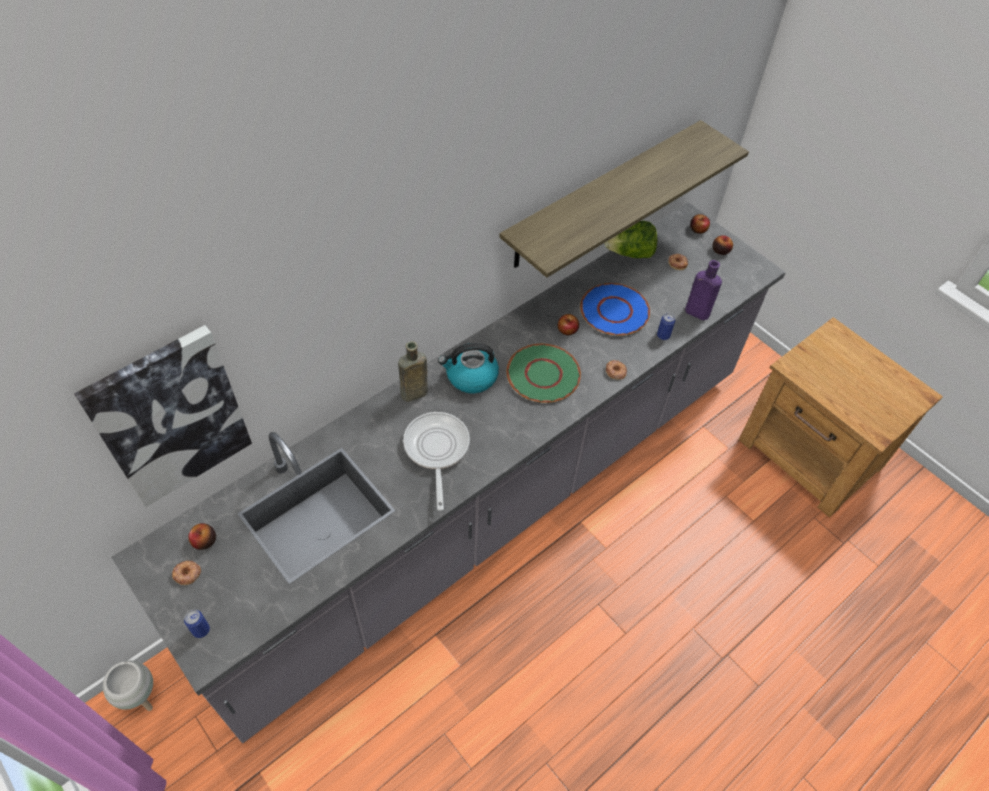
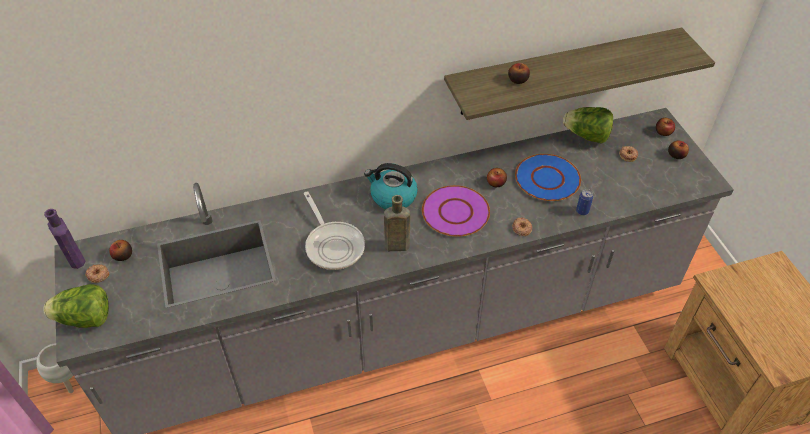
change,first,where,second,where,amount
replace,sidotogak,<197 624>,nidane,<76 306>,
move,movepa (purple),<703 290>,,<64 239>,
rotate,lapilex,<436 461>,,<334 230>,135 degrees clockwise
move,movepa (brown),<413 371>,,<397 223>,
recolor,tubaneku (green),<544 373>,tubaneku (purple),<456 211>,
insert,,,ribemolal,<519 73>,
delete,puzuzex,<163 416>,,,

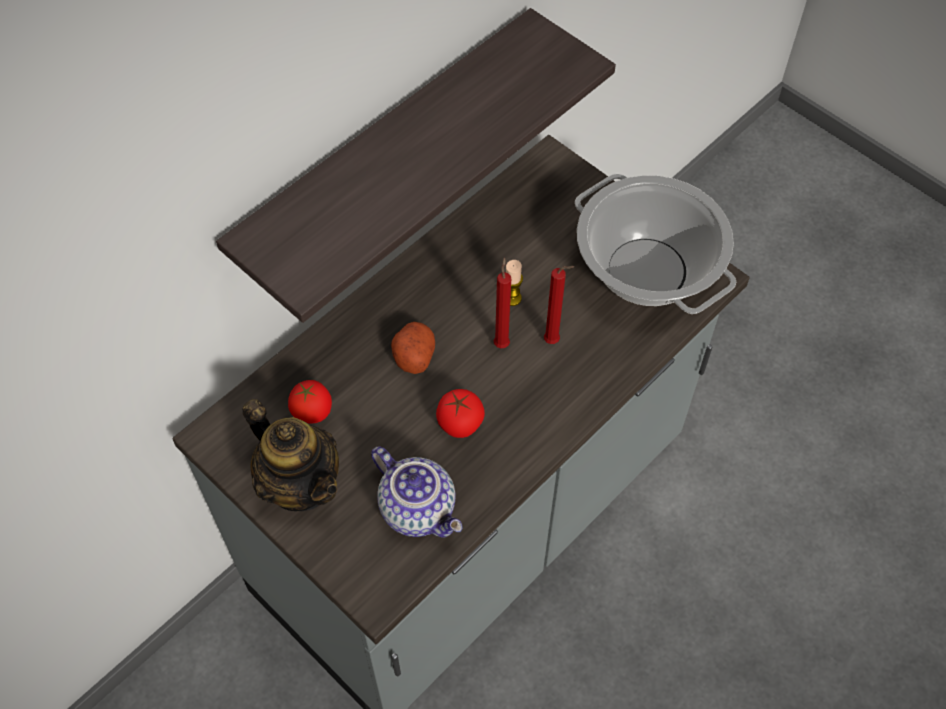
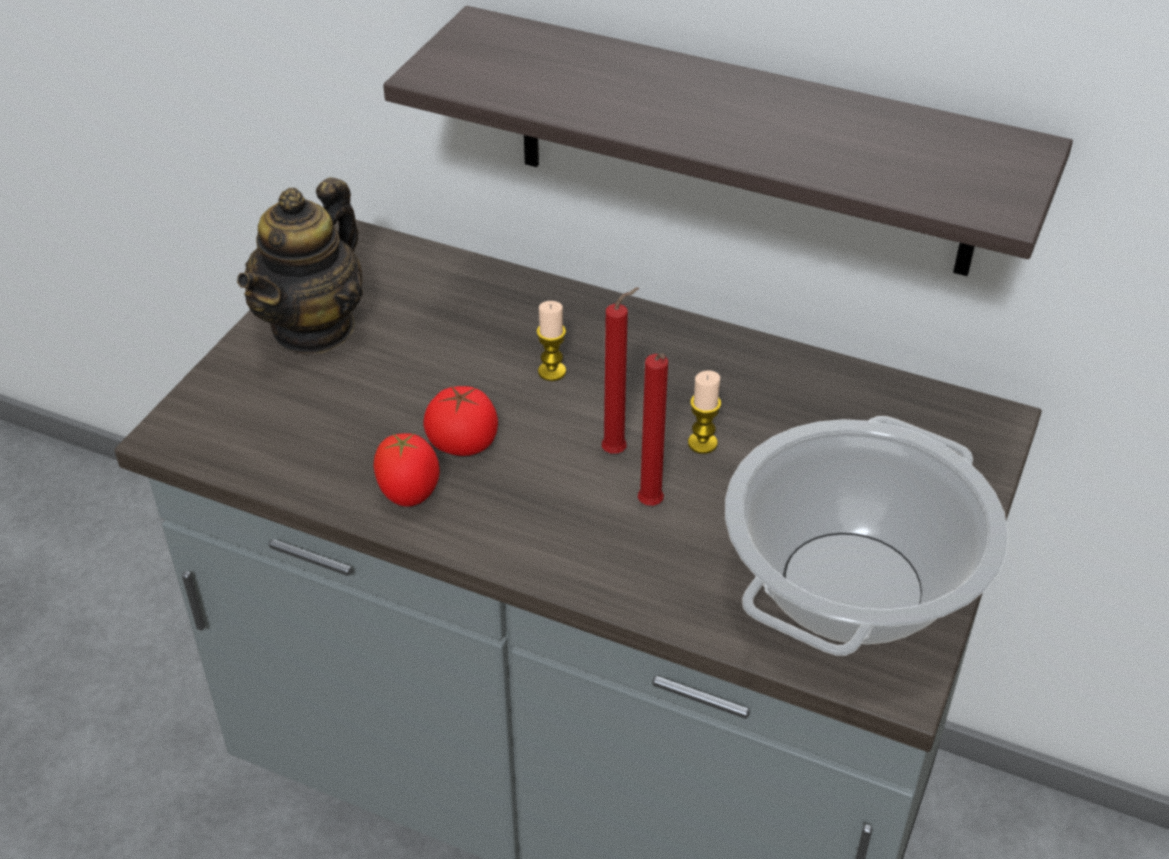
change,first,where,second,where,amount
move,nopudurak,<310 401>,,<406 470>,
replace,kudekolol,<413 348>,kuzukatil,<551 341>,
delete,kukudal,<416 491>,,,

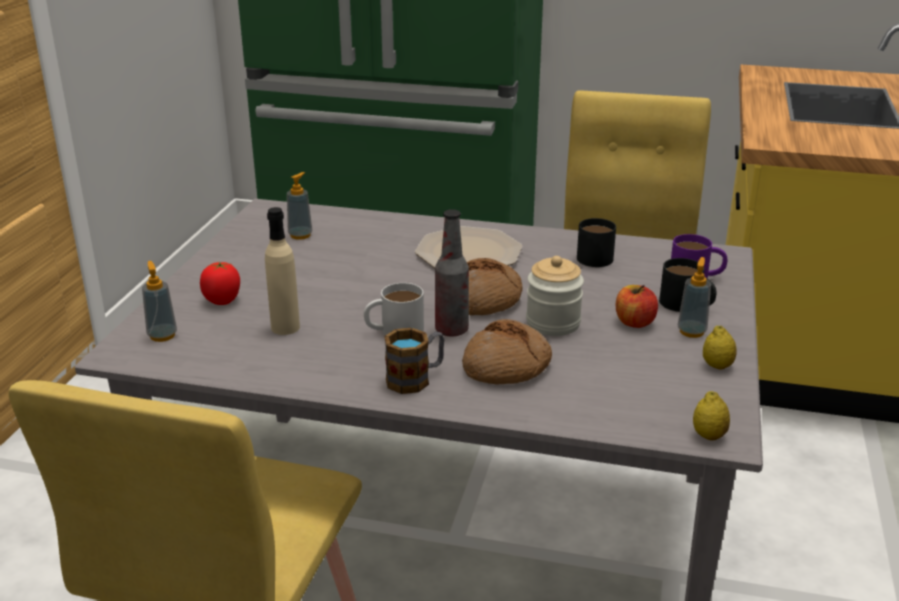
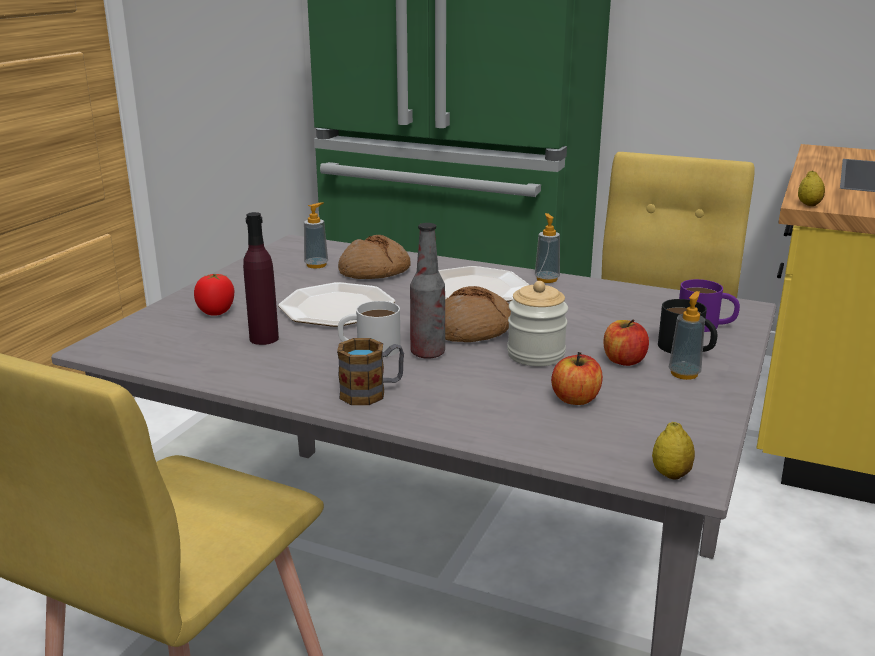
change,first,where,second,where,amount
recolor,movepa (beige),<282 271>,movepa (purple),<261 278>,
insert,,,tubaneku,<336 304>,
move,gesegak,<507 351>,,<374 257>,
move,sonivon,<159 301>,,<547 248>,
insert,,,ribemolal,<577 378>,
move,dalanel,<720 347>,,<811 188>,
delete,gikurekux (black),<596 242>,,,

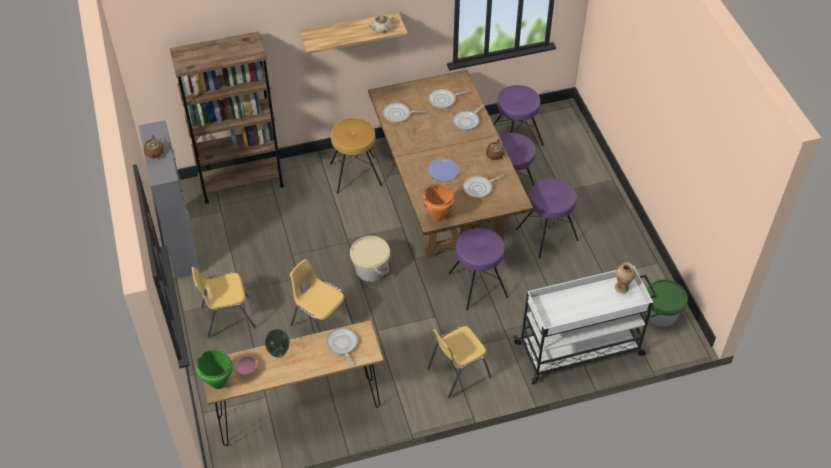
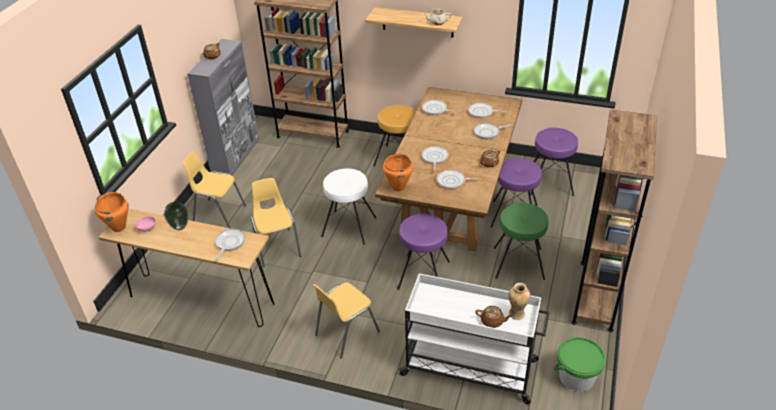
change,first,where,second,where,amount
recolor,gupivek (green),<214 369>,gupivek (orange),<111 212>,
rotate,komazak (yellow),<459 362>,,<346 320>,45 degrees counterclockwise
replace,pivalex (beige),<370 259>,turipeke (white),<348 207>,
replace,tubaneku,<443 169>,lapilex,<435 158>,
insert,,,kukudal (brown),<494 317>,
recolor,turipeke (purple),<547 218>,turipeke (green),<521 241>,
insert,,,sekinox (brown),<614 220>,

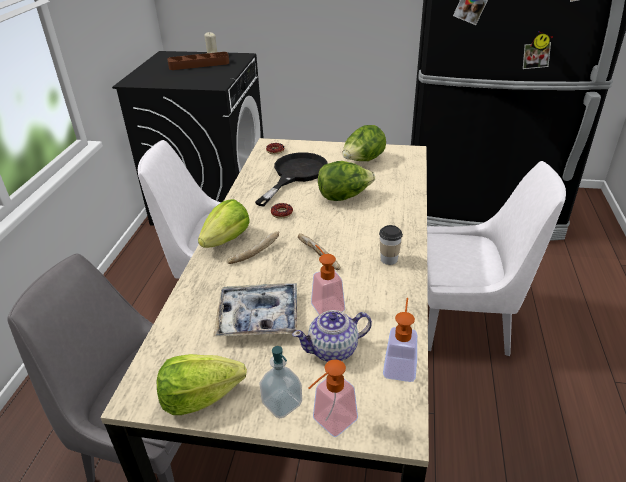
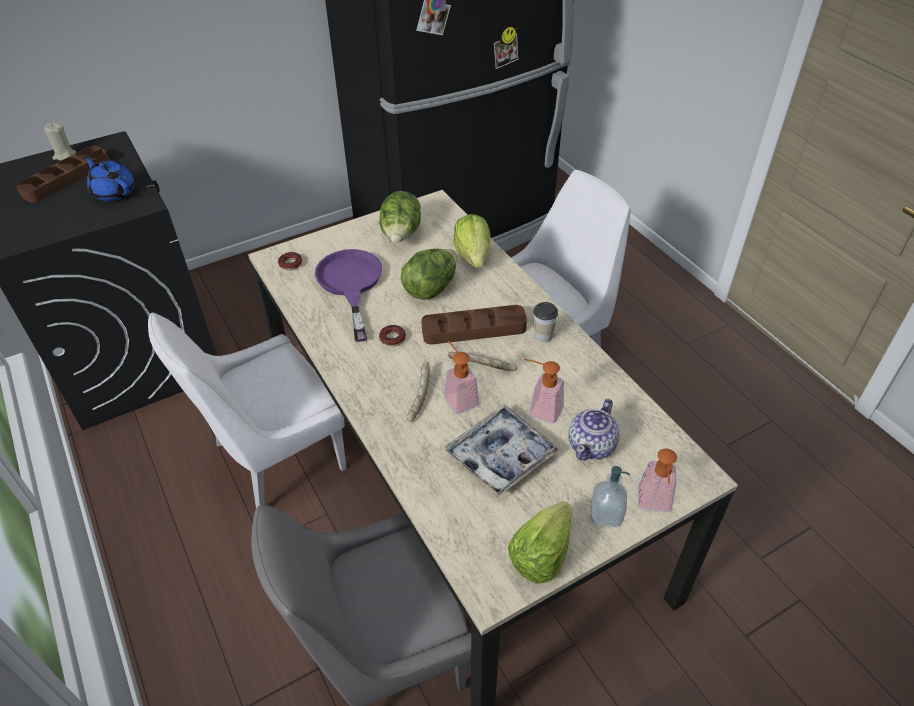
change,first,where,second,where,amount
insert,,,kukudal (blue),<110 179>,
recolor,lapilex (black),<291 179>,lapilex (purple),<348 295>,
insert,,,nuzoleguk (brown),<474 325>,
move,sonivon,<400 340>,,<461 377>,
move,nidane,<224 223>,,<472 241>,

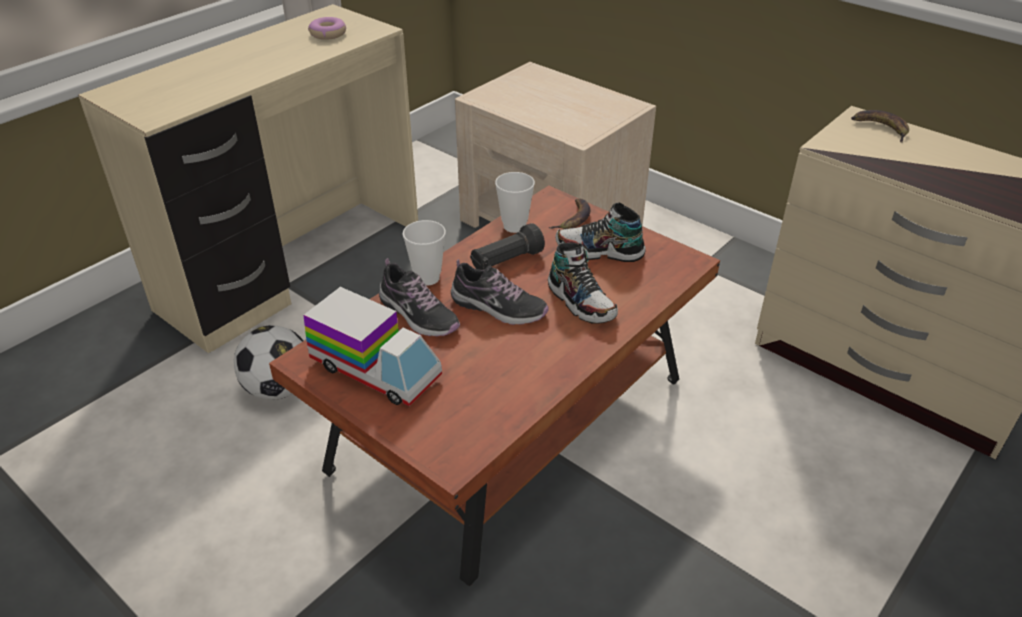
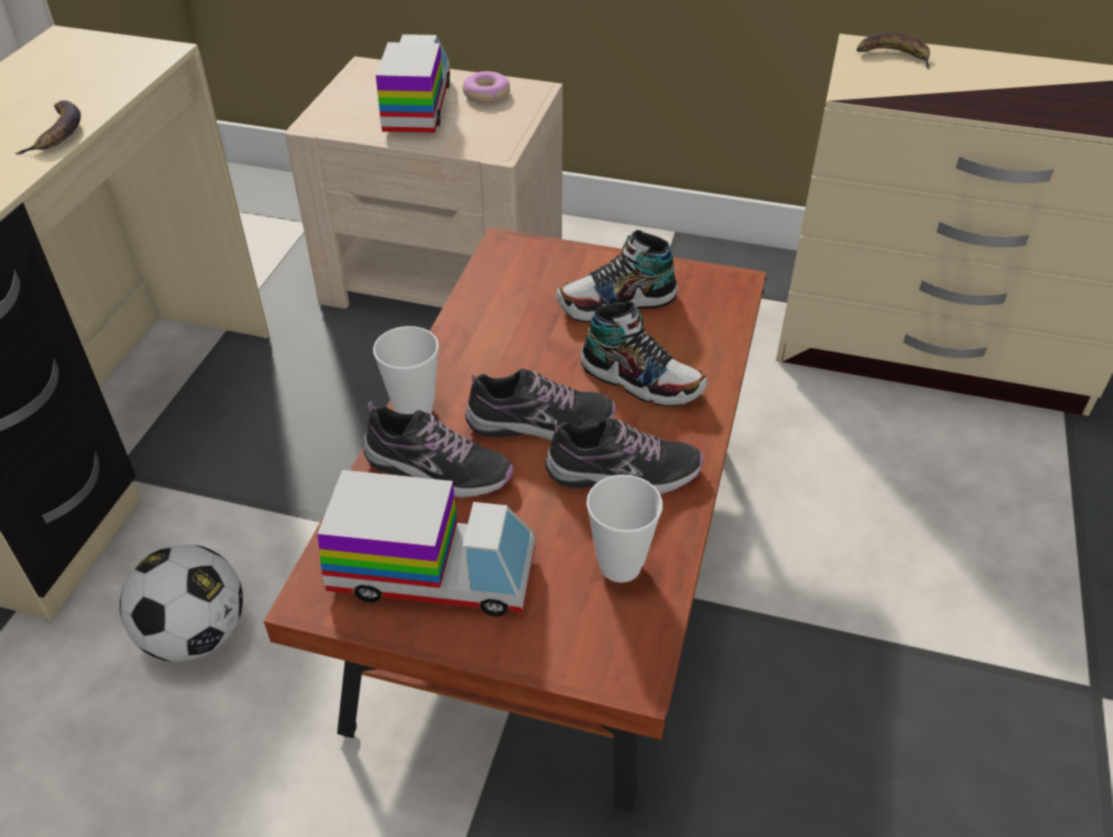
change,first,where,second,where,amount
move,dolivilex,<570 214>,,<48 127>,
insert,,,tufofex,<413 83>,
move,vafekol,<327 28>,,<486 87>,
insert,,,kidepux,<624 455>,
move,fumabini,<515 202>,,<624 529>,
delete,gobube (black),<507 246>,,,

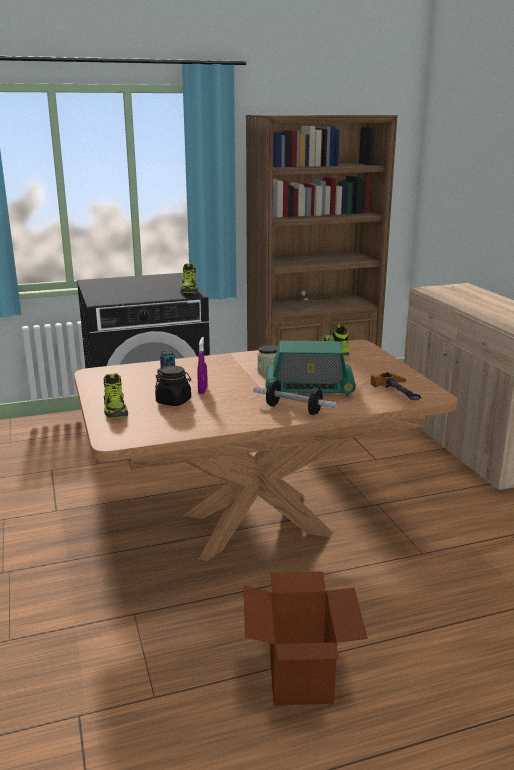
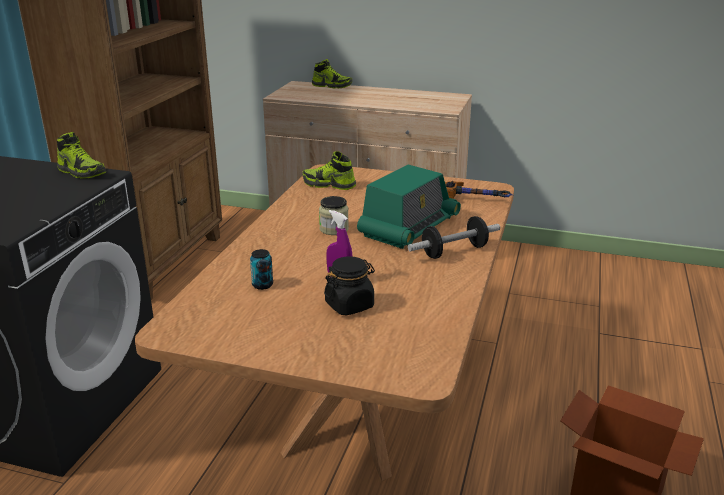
change,first,where,second,where,amount
move,kidepux,<116 395>,,<332 74>,

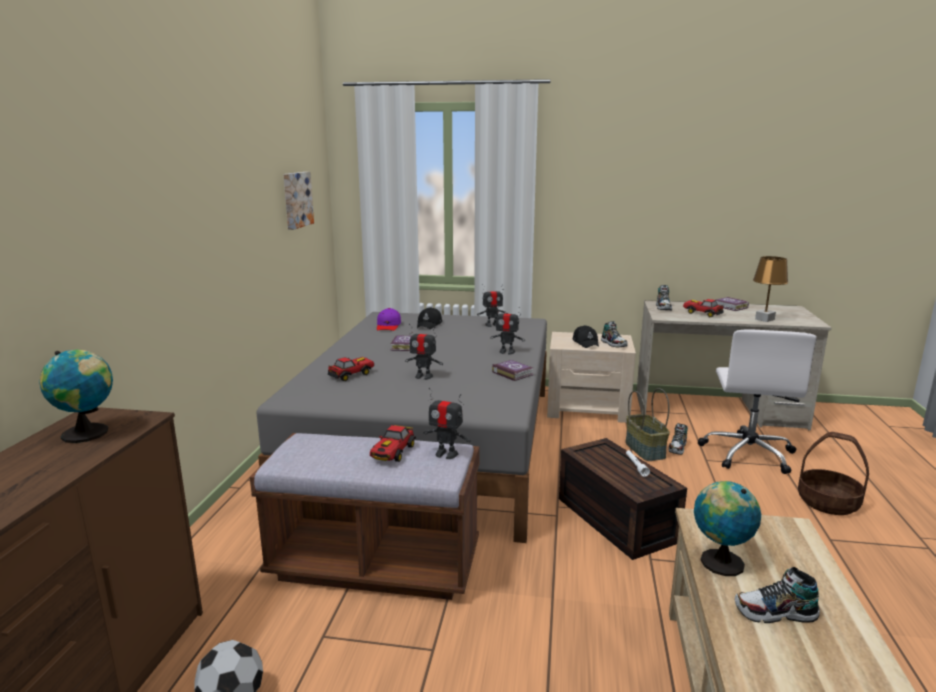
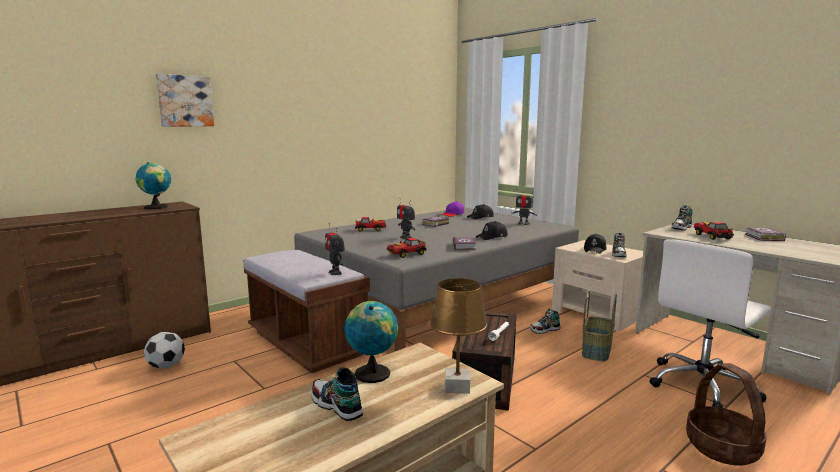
change,first,where,second,where,amount
move,puzuzex,<298 201>,,<185 100>,
move,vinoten,<393 443>,,<407 248>,
move,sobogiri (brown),<770 289>,,<458 336>,
replace,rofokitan,<507 329>,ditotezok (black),<492 230>,
move,kidepux,<678 439>,,<545 321>,

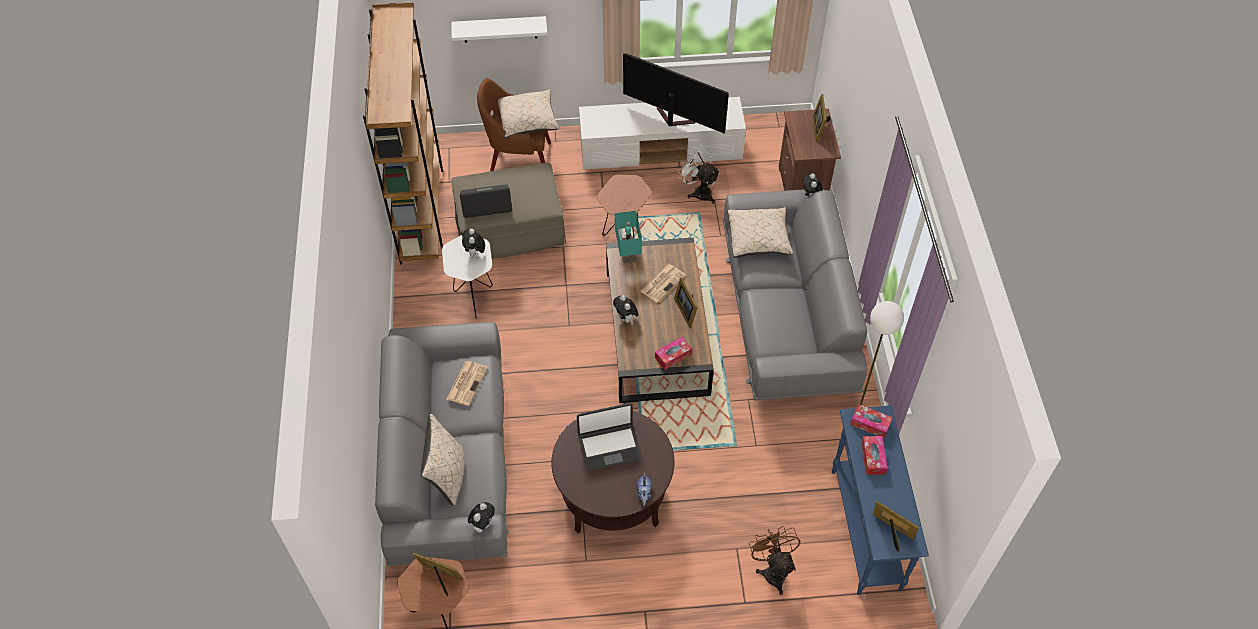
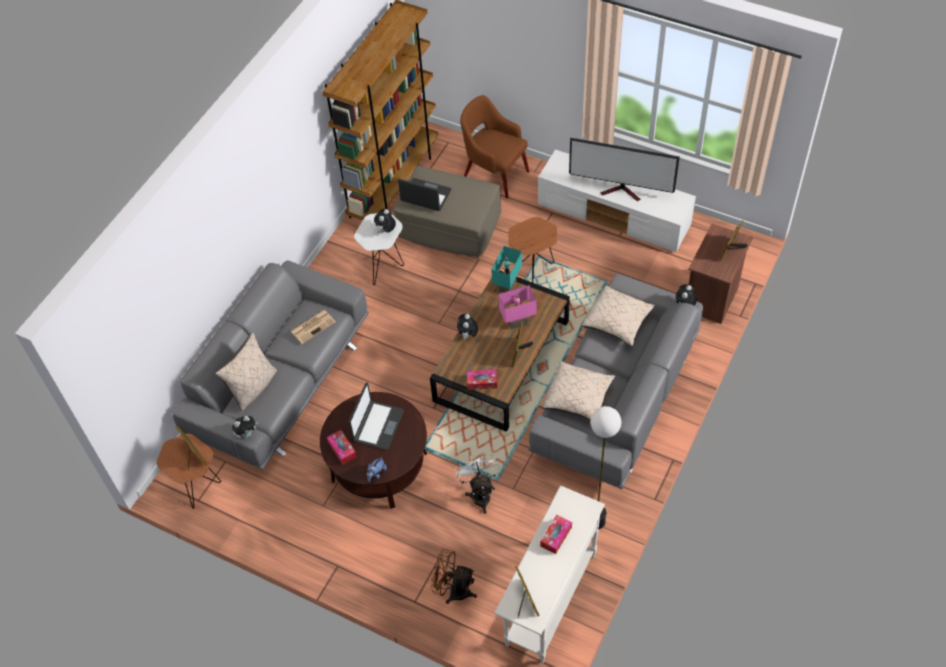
change,first,where,second,where,amount
move,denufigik,<871 421>,,<342 447>,
rotate,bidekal,<609 437>,,<376 416>,90 degrees counterclockwise
rotate,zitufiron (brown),<774 560>,,<453 576>,90 degrees counterclockwise
move,zitufiron (white),<698 174>,,<477 483>,
recolor,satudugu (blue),<880 500>,satudugu (white),<549 574>,
replace,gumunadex,<663 283>,sobogiri (pink),<517 307>,
move,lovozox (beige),<529 114>,,<578 390>,
rotate,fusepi,<676 93>,,<624 170>,135 degrees clockwise
delete,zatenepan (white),<499 29>,,,

